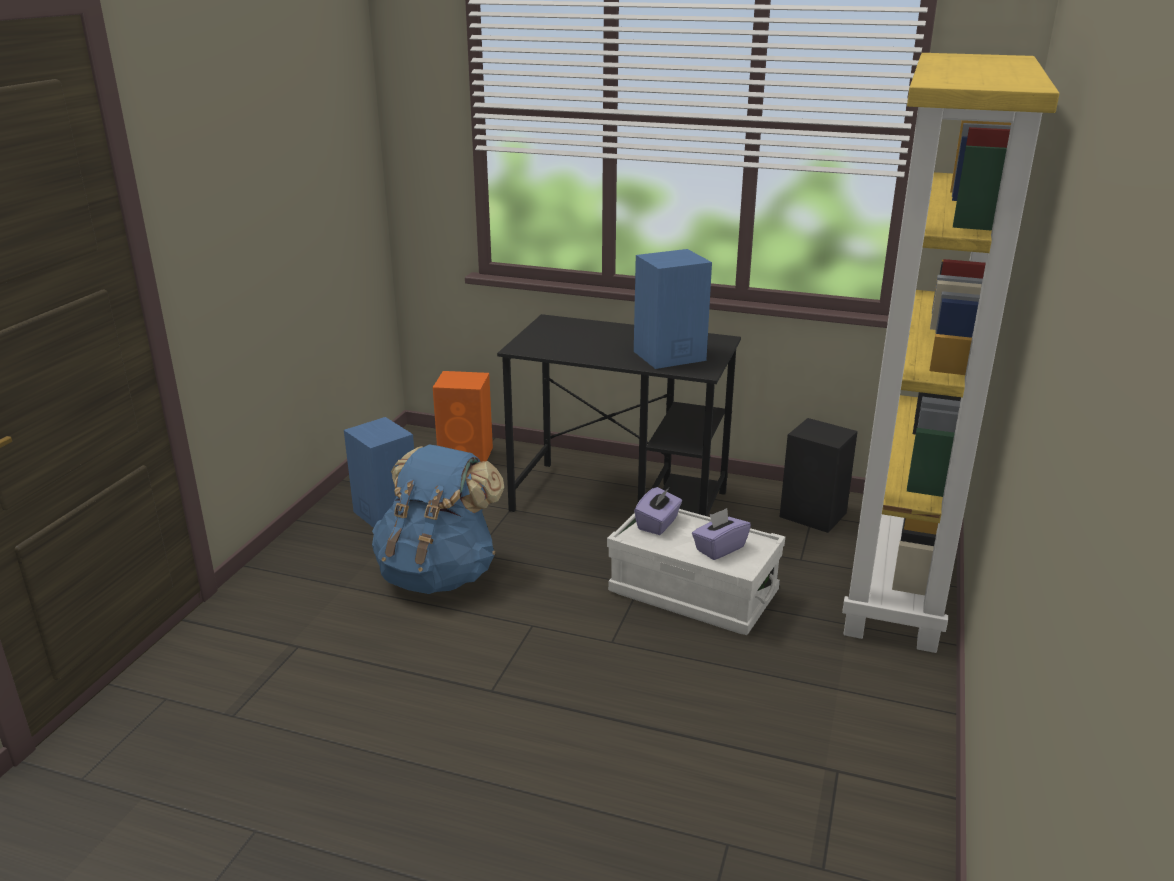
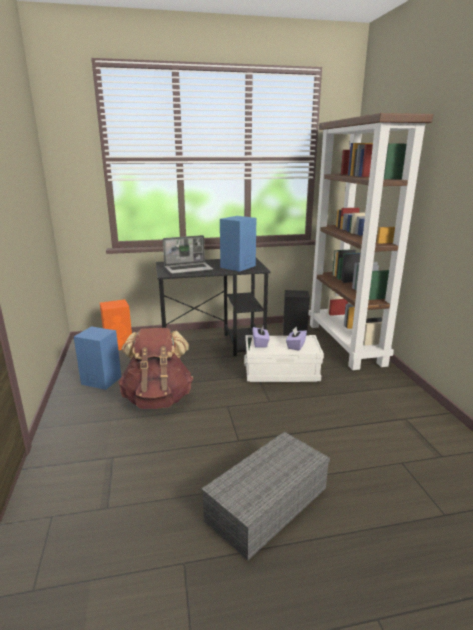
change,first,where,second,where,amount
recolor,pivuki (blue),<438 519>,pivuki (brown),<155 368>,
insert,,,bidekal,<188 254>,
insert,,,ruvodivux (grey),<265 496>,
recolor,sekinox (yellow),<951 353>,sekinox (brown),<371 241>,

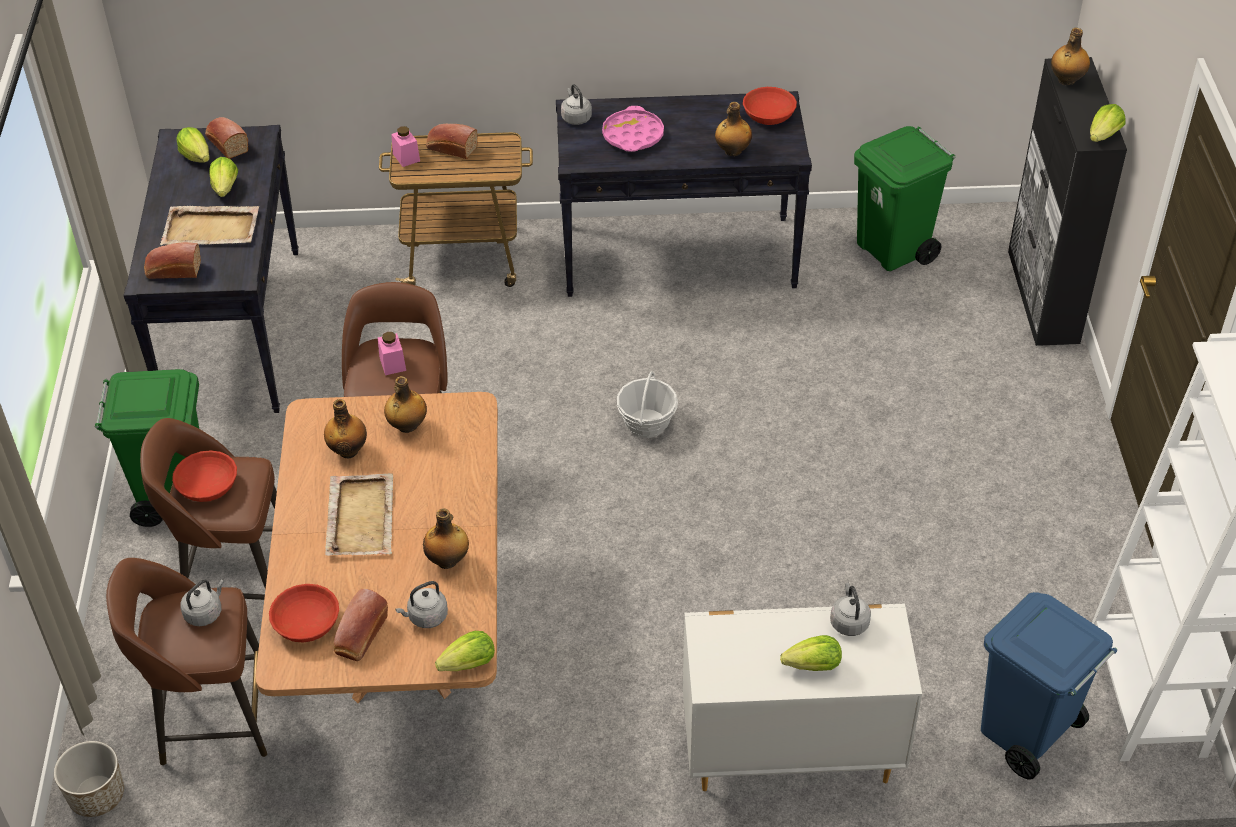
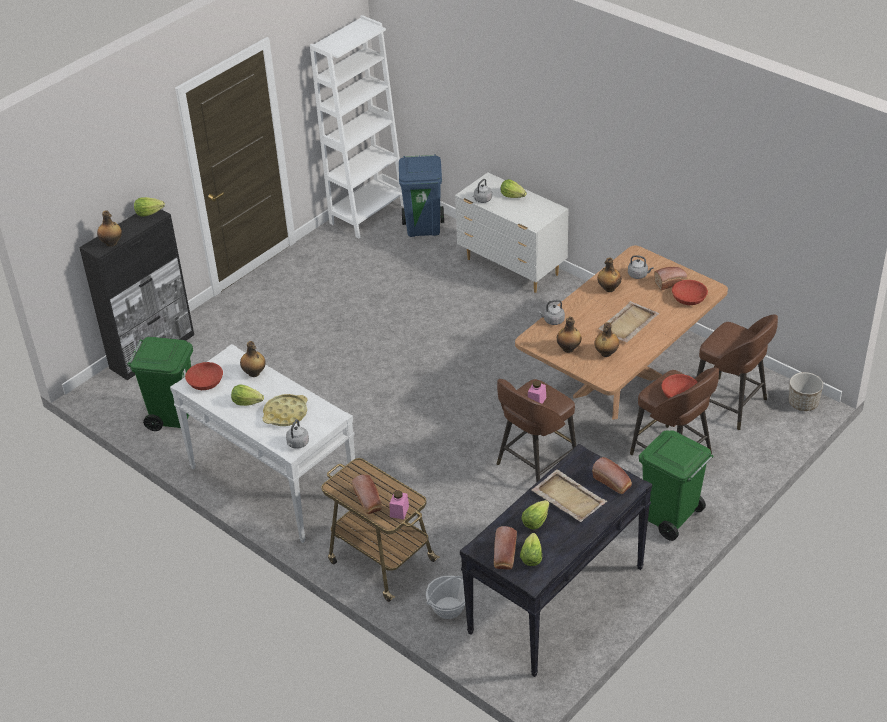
change,first,where,second,where,amount
recolor,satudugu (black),<684 194>,satudugu (white),<262 443>,
move,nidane,<465 651>,,<247 395>,
recolor,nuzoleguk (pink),<633 129>,nuzoleguk (yellow),<285 410>,
move,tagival,<647 404>,,<445 597>,
move,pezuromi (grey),<202 602>,,<551 312>,

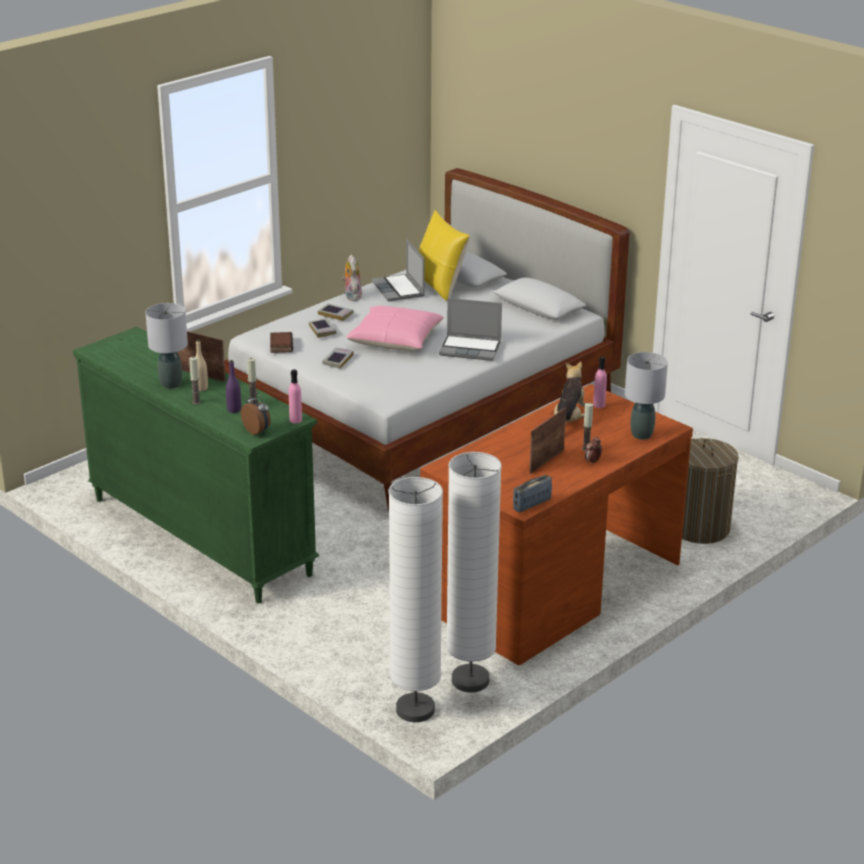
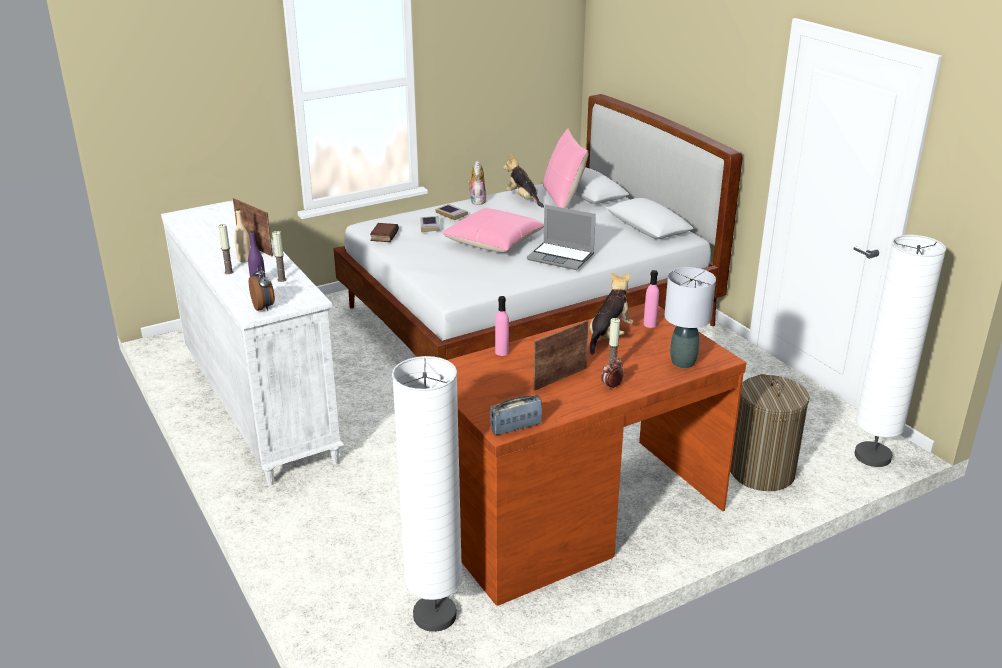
change,first,where,second,where,amount
recolor,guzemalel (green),<196 465>,guzemalel (white),<252 343>,
move,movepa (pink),<295 396>,,<502 326>,
replace,bidekal,<398 270>,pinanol,<523 181>,
recolor,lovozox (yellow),<444 255>,lovozox (pink),<565 168>,
move,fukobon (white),<416 599>,,<900 351>,
delete,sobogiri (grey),<166 346>,,,
delete,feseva,<338 358>,,,

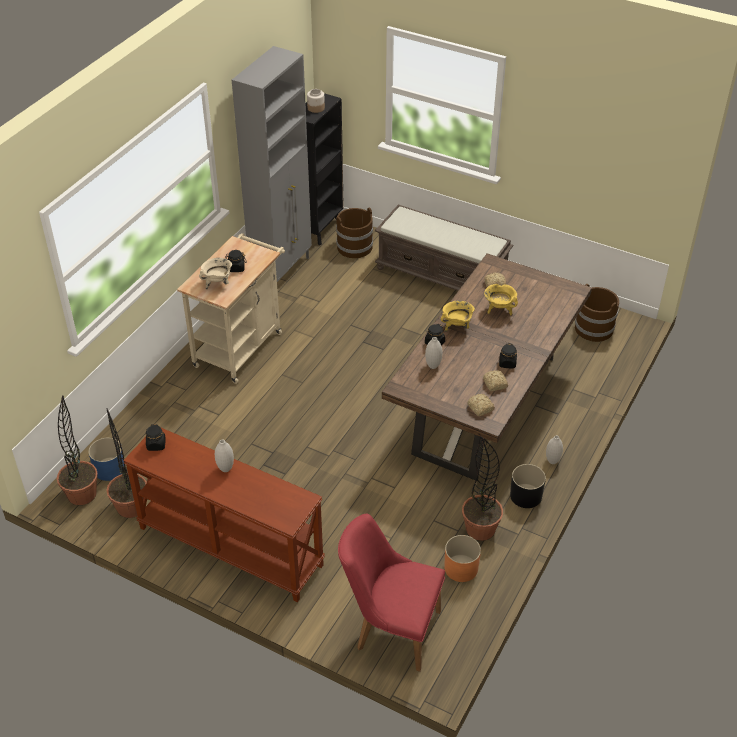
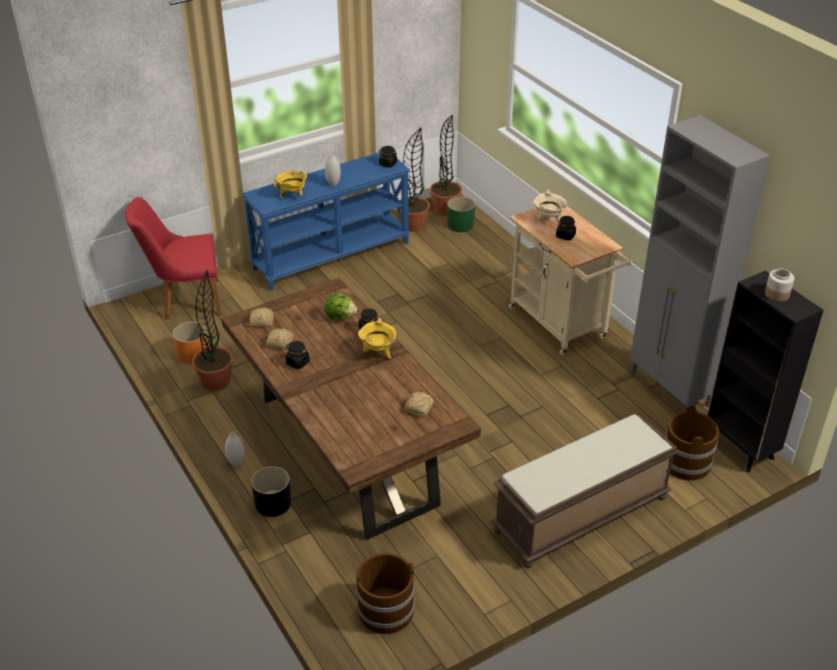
change,first,where,second,where,amount
rotate,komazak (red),<391 593>,,<173 258>,150 degrees counterclockwise
recolor,satudugu (brown),<224 514>,satudugu (blue),<326 221>,
move,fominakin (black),<528 486>,,<271 491>,
move,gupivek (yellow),<501 299>,,<290 184>,
replace,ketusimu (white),<433 353>,nidane,<340 307>,
recolor,fominakin (blue),<106 459>,fominakin (green),<461 214>,

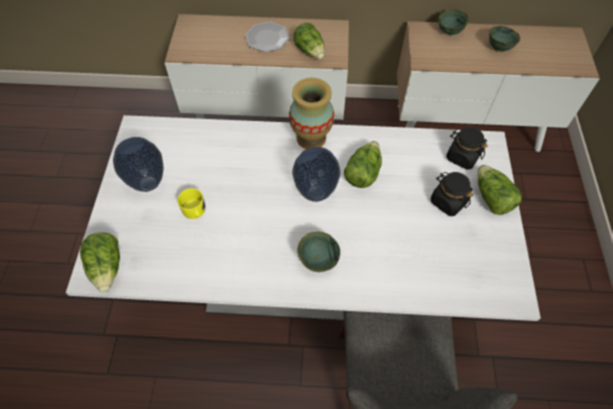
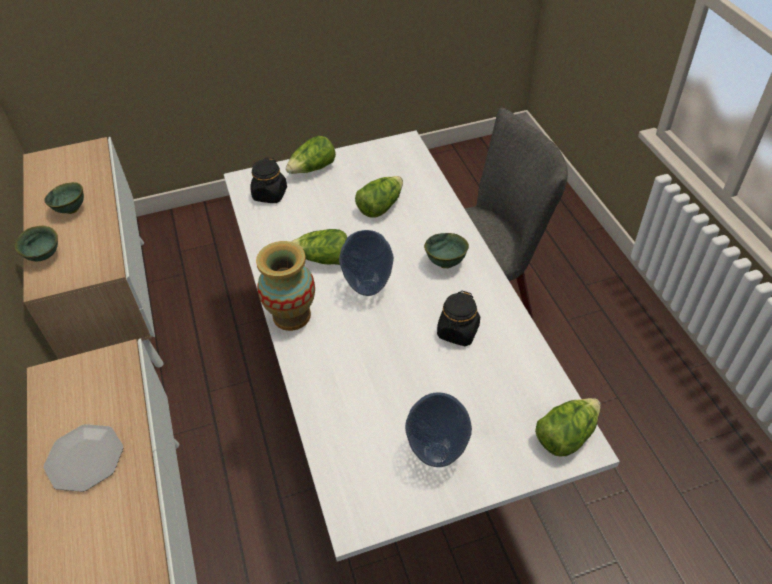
change,first,where,second,where,amount
move,nidane,<308 41>,,<379 197>,
move,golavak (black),<452 194>,,<458 318>,
delete,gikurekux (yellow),<191 203>,,,

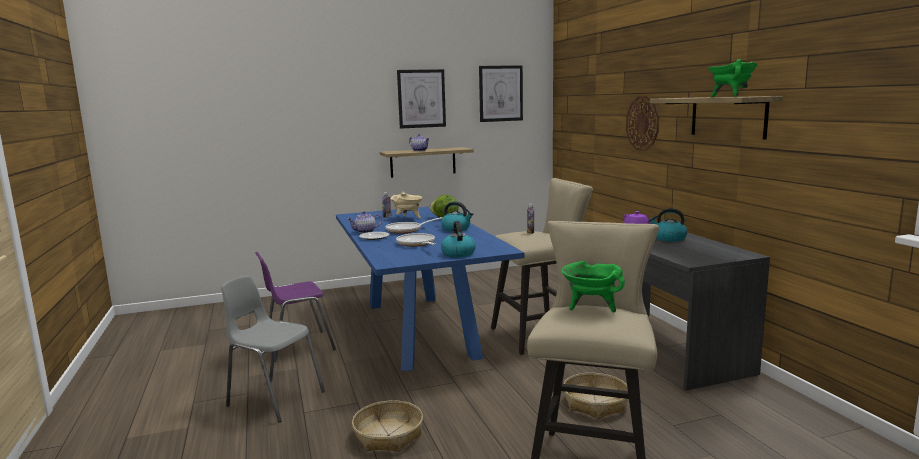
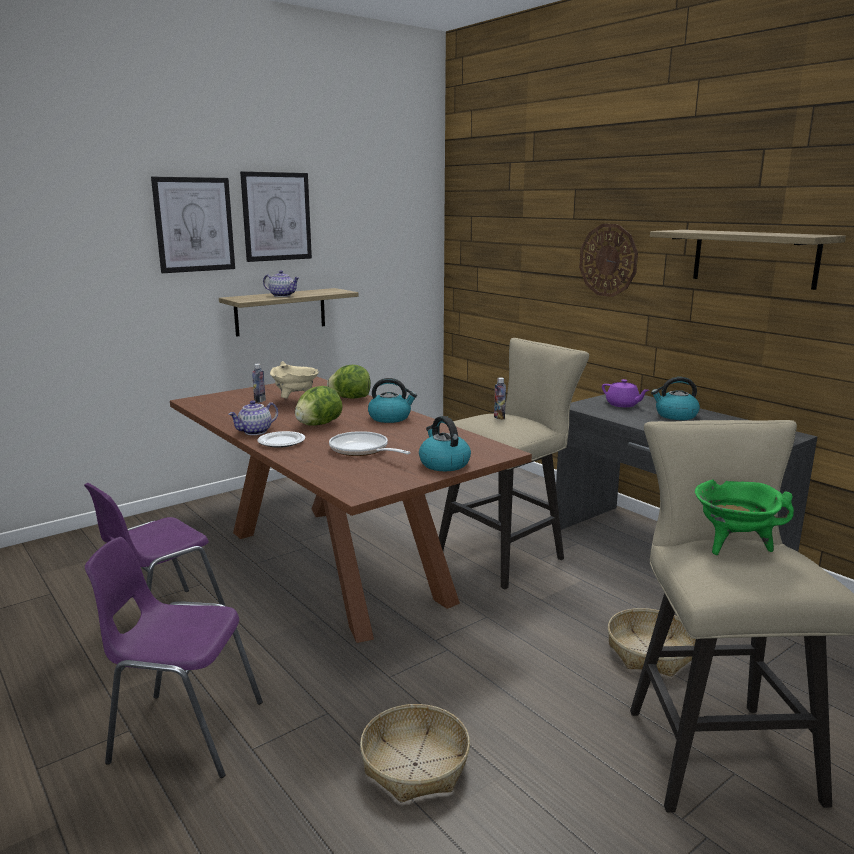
change,first,where,second,where,amount
recolor,komazak (grey),<273 349>,komazak (purple),<174 657>,
move,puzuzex,<501 93>,,<193 225>,
recolor,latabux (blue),<430 289>,latabux (brown),<351 509>,
replace,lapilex,<414 225>,nidane,<319 406>,
delete,gupivek (green),<733 78>,,,

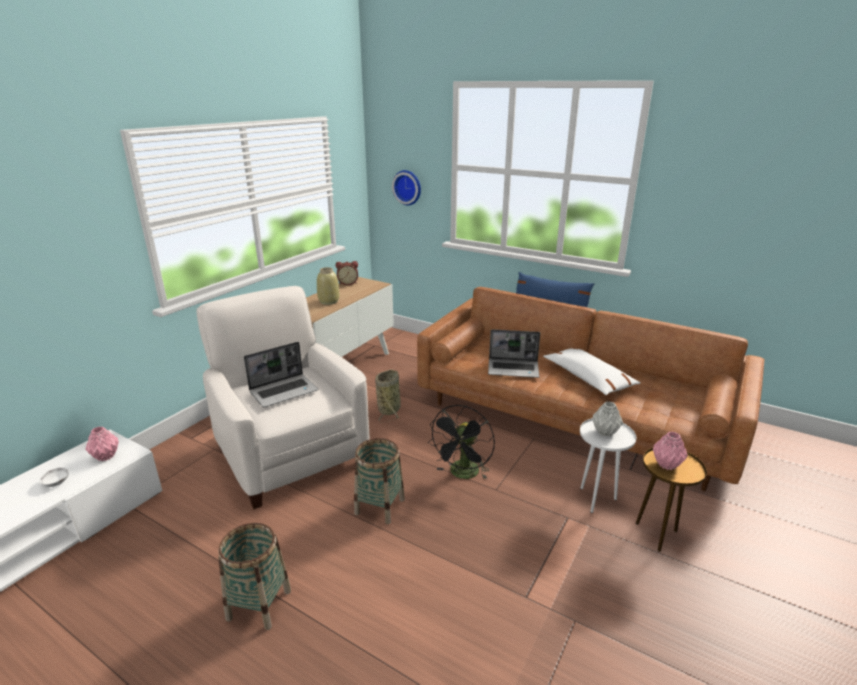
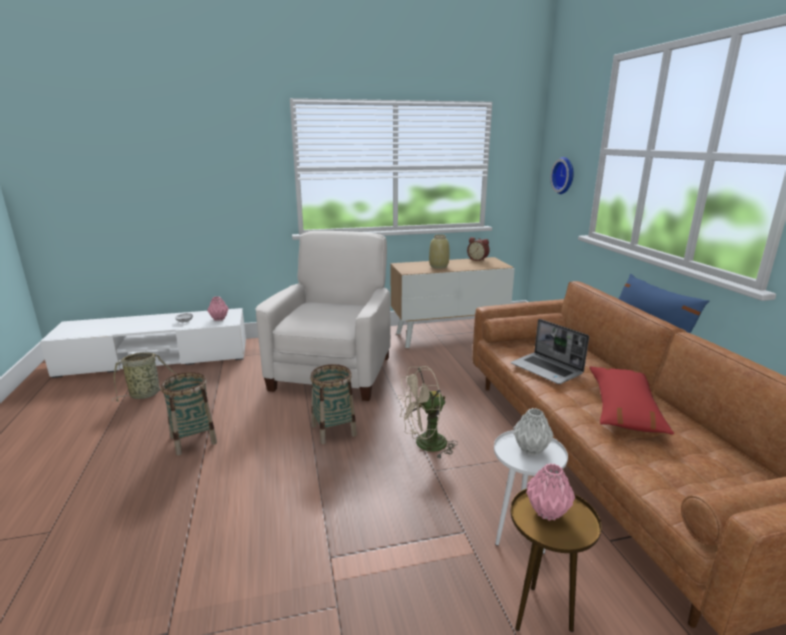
change,first,where,second,where,amount
move,tagival,<388 396>,,<144 377>,
recolor,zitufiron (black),<461 442>,zitufiron (beige),<428 412>,
recolor,lovozox (white),<591 371>,lovozox (red),<631 400>,
delete,bidekal,<281 374>,,,

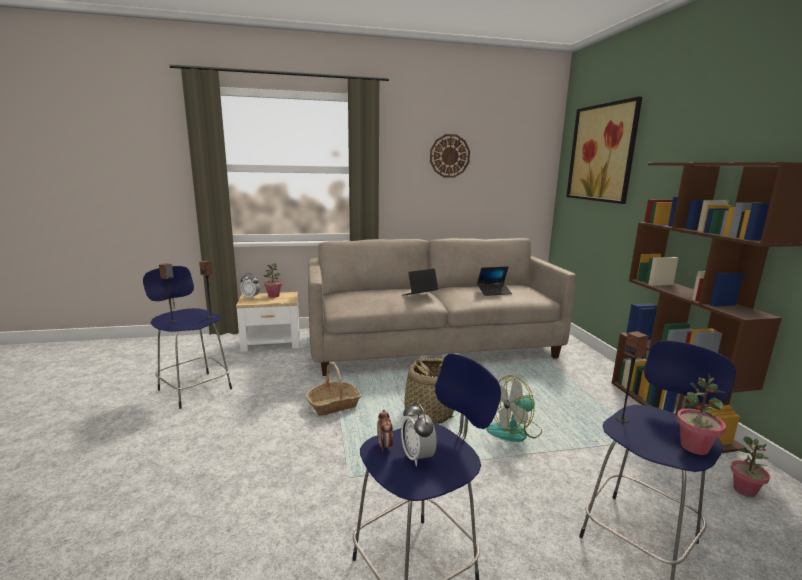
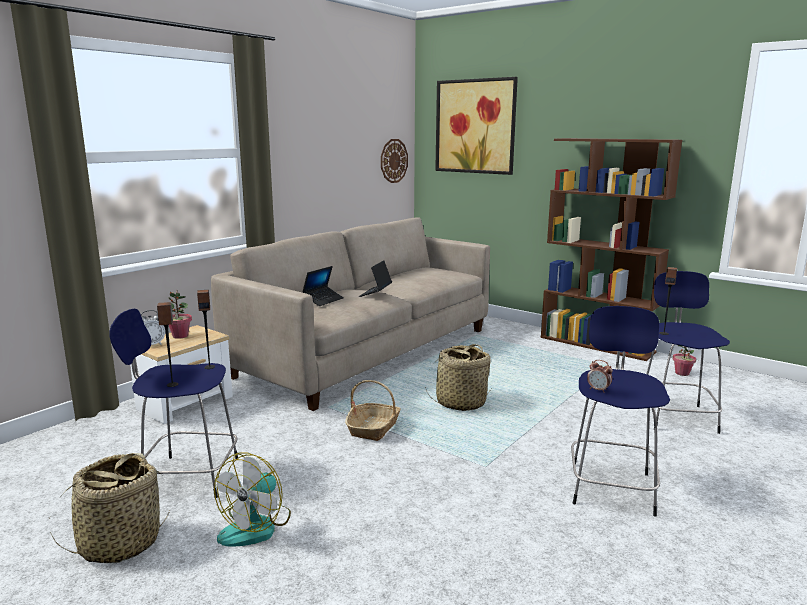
change,first,where,second,where,amount
insert,,,tagival,<110 508>,
move,zitufiron,<514 408>,,<252 499>,
move,bidekal,<494 281>,,<323 286>,
move,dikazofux,<450 156>,,<394 161>,
delete,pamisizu,<419 434>,,,
delete,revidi,<701 414>,,,

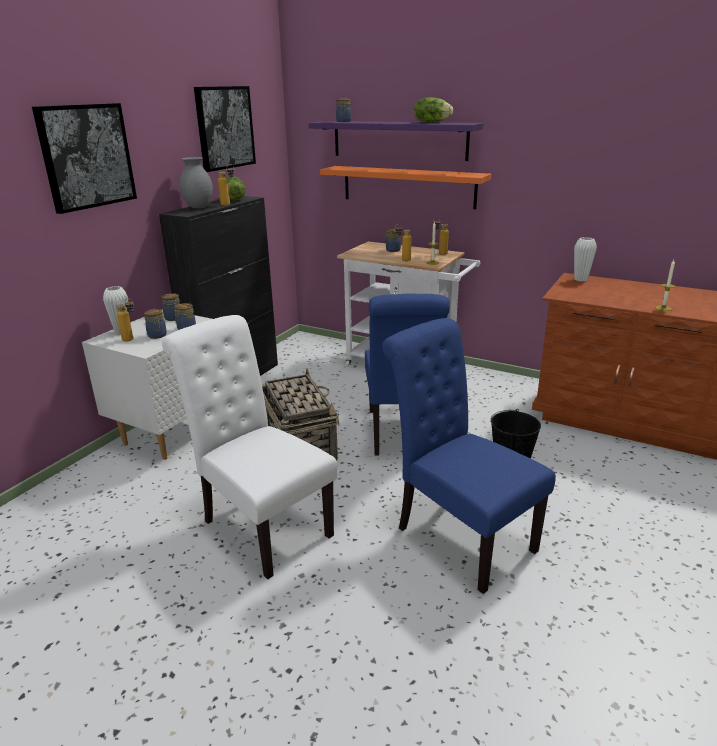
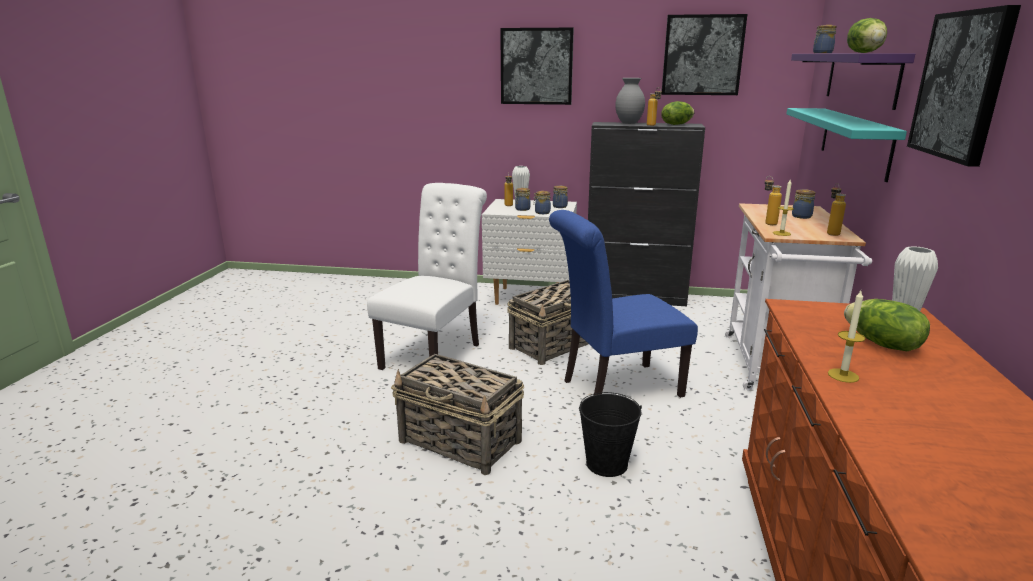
change,first,where,second,where,amount
replace,komazak (blue),<469 456>,tagival,<457 414>,
recolor,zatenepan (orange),<406 187>,zatenepan (turquoise),<847 145>,
insert,,,nidane,<887 325>,
insert,,,puzuzex,<964 86>,

